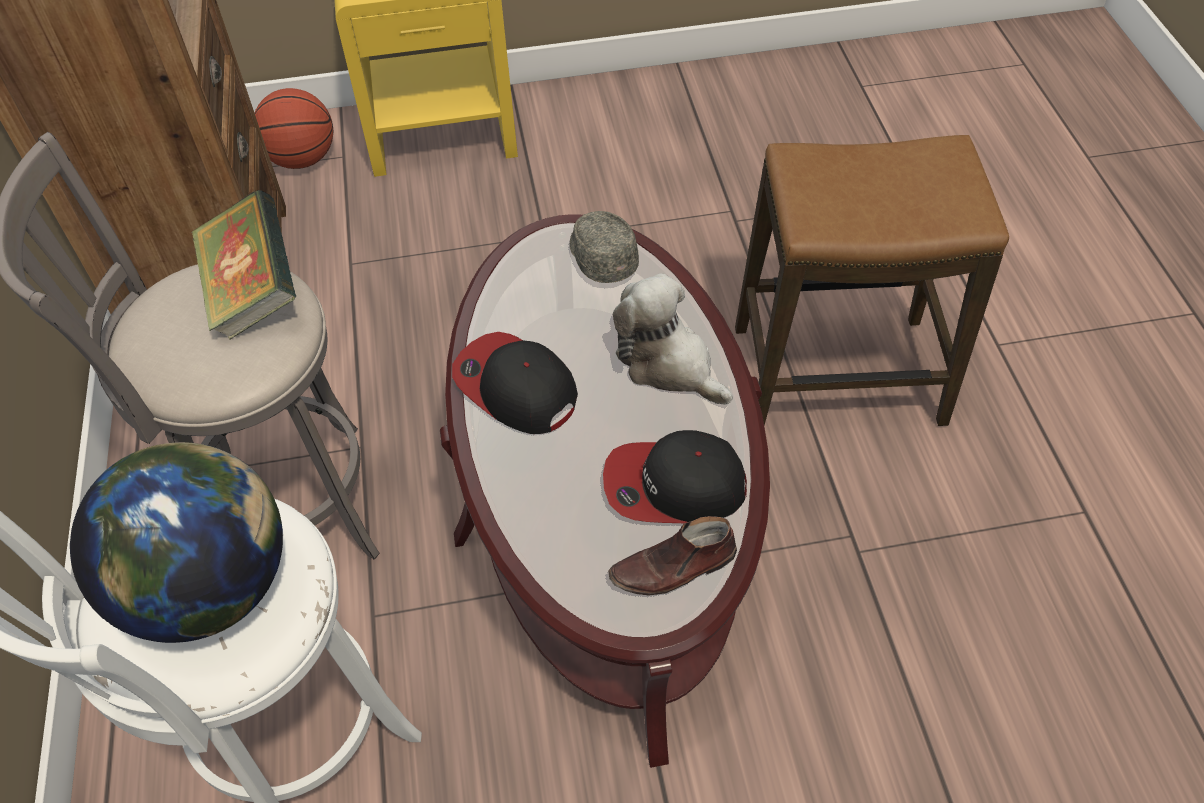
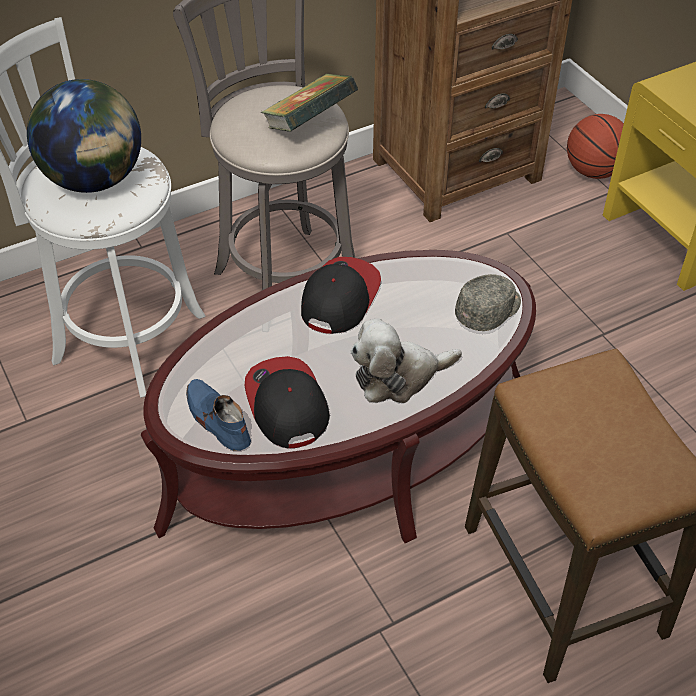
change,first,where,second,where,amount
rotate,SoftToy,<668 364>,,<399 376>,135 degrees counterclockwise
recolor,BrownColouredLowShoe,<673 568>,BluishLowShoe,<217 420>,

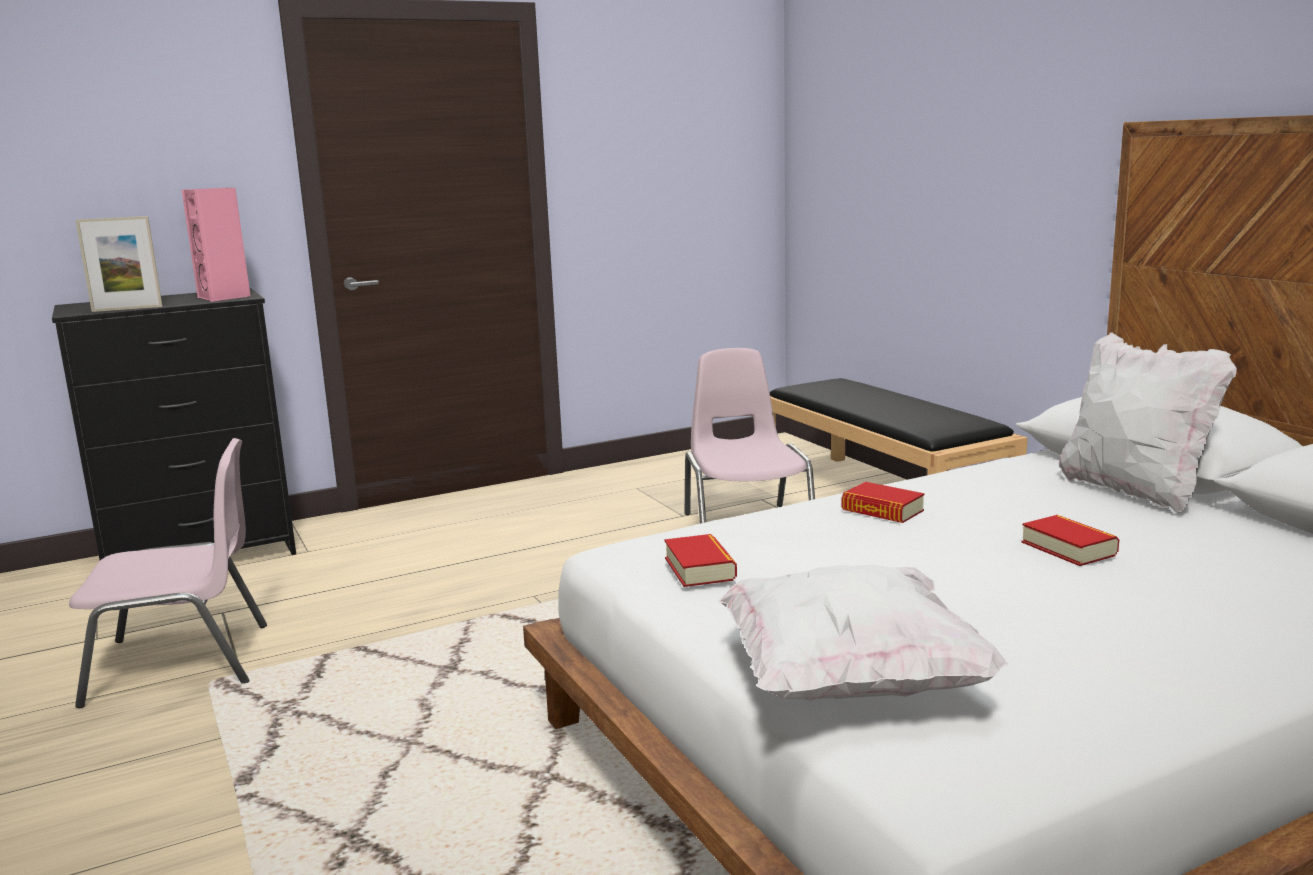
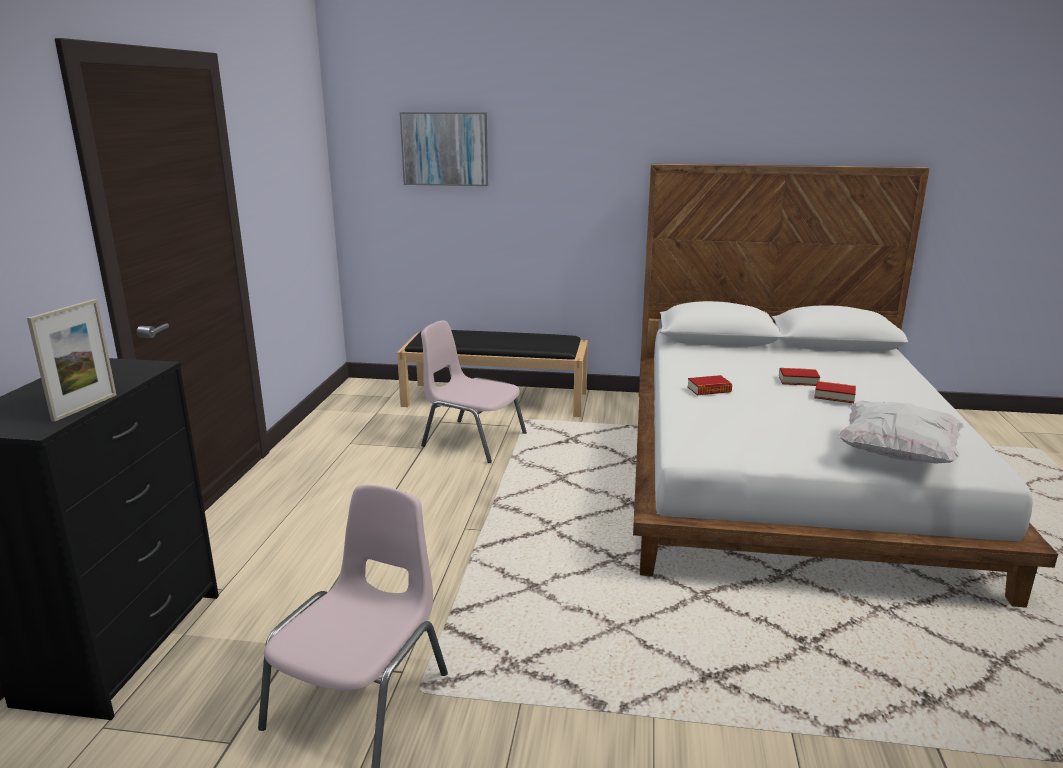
change,first,where,second,where,amount
delete,PinkishAudioSpeaker,<224 297>,,,
delete,WhiteCushion,<1134 491>,,,
move,BoundBook,<700 569>,,<834 396>,
insert,,,Picture,<445 149>,

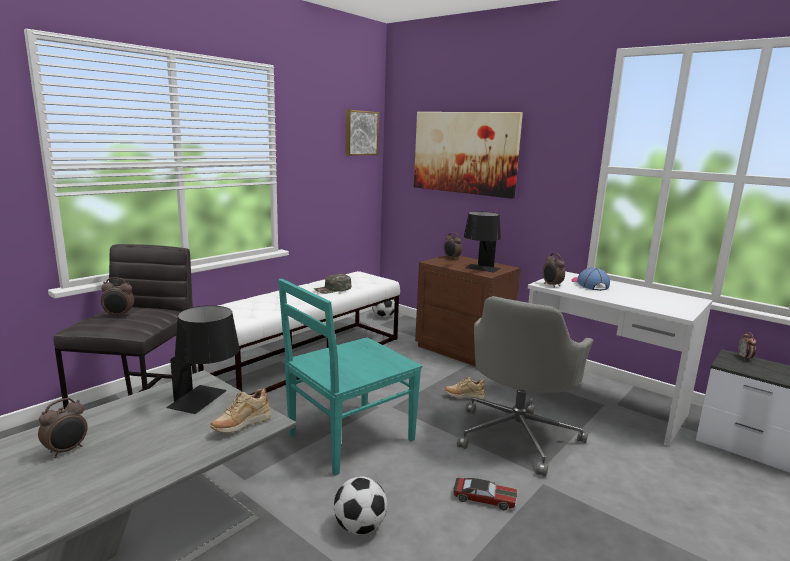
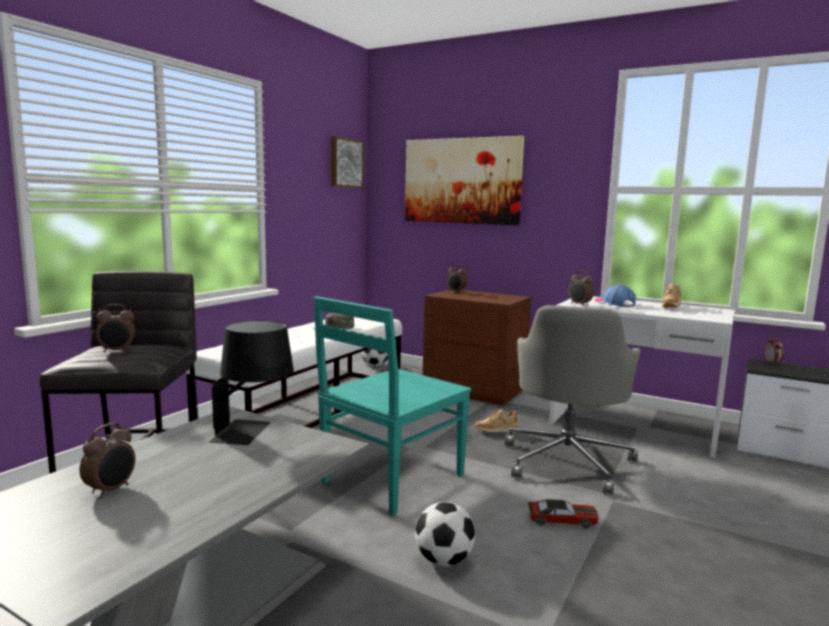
change,first,where,second,where,amount
delete,BlackishLampForATable,<480 269>,,,
move,BeigeLowShoe,<241 426>,,<670 307>,

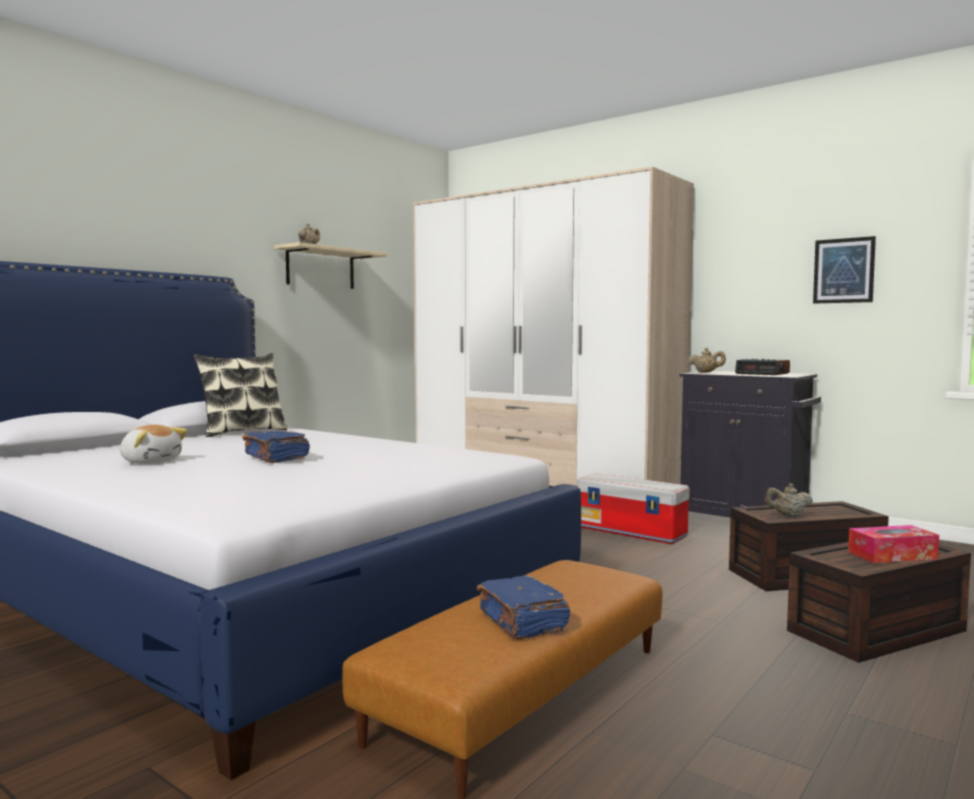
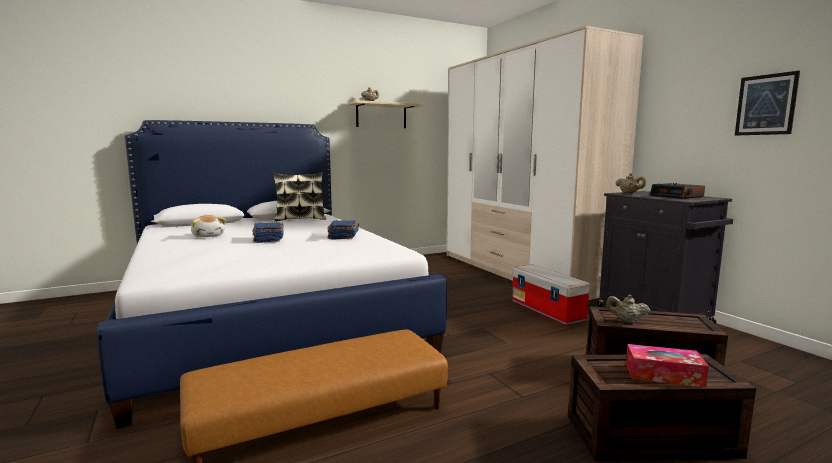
change,first,where,second,where,amount
move,BluishBoundBook,<522 622>,,<343 236>,

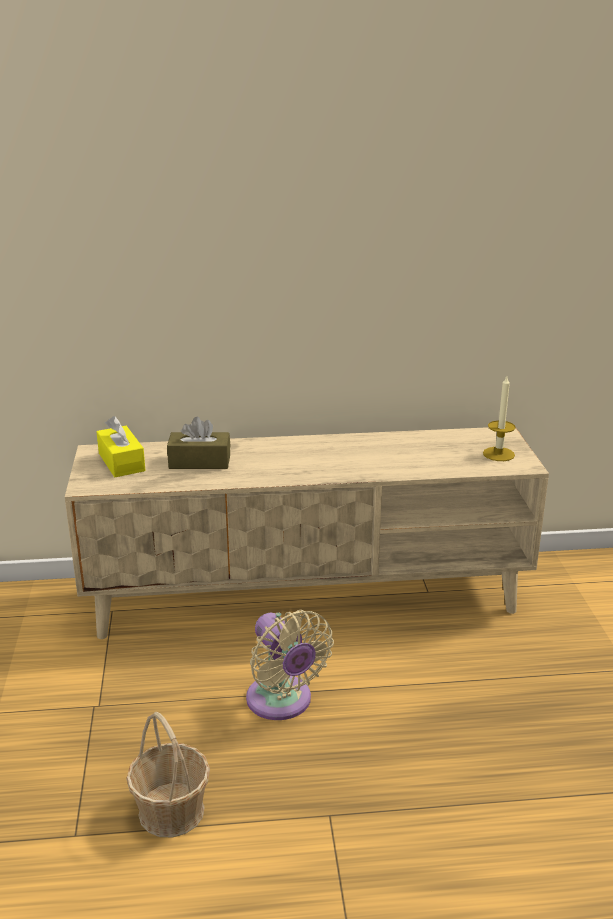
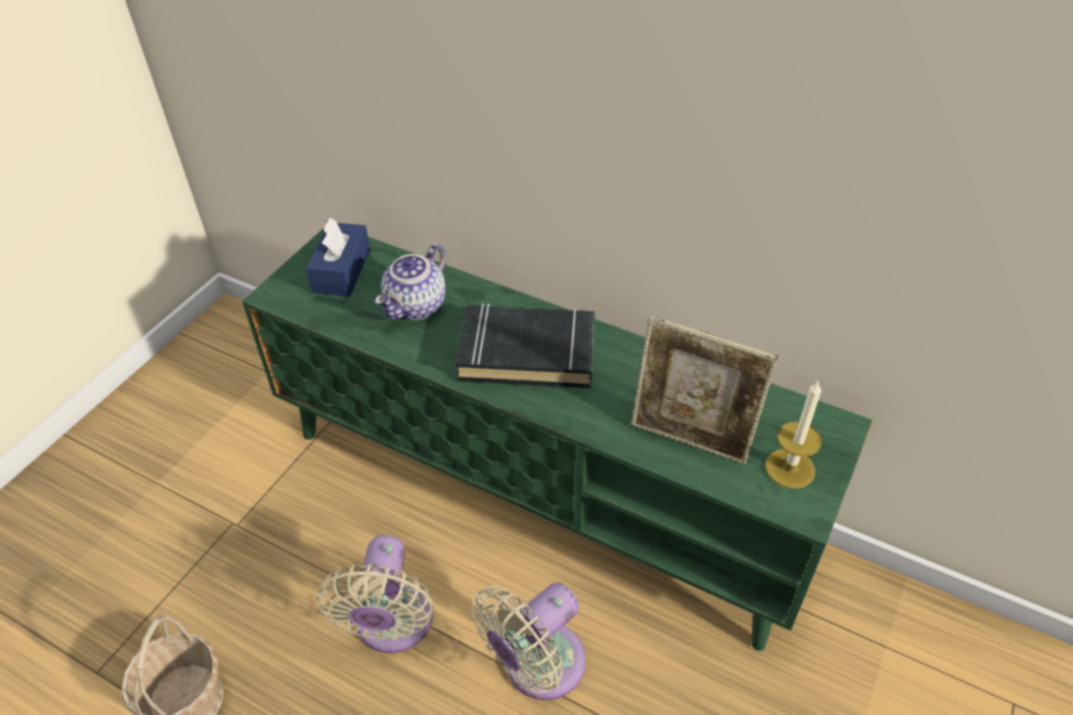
change,first,where,second,where,amount
recolor,YellowTissueBox,<121 462>,BluishTissueBox,<341 271>,
replace,BrownColouredTissueBox,<199 462>,PotForTea,<417 307>,
recolor,BeigeTvUnit,<308 597>,GreenishTvUnit,<541 490>,
insert,,,BlackishBoundBook,<527 353>,
insert,,,PictureFrame,<690 439>,
insert,,,BeigeCoolingFan,<537 667>,

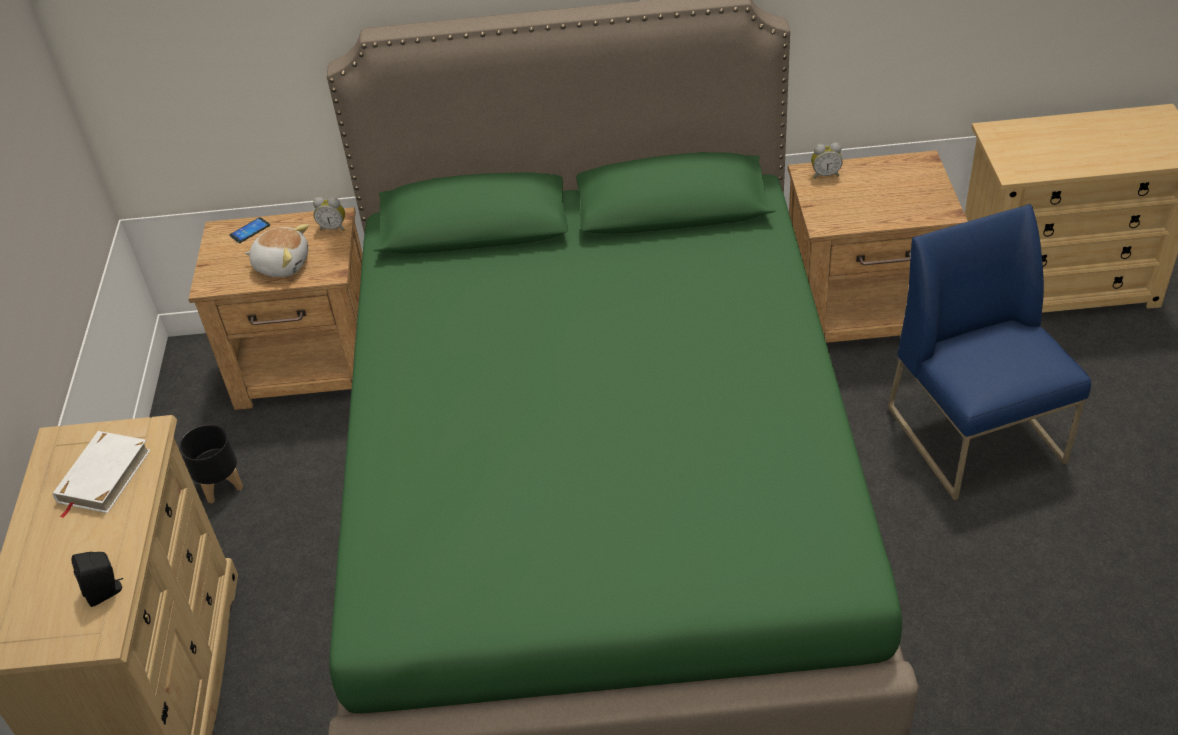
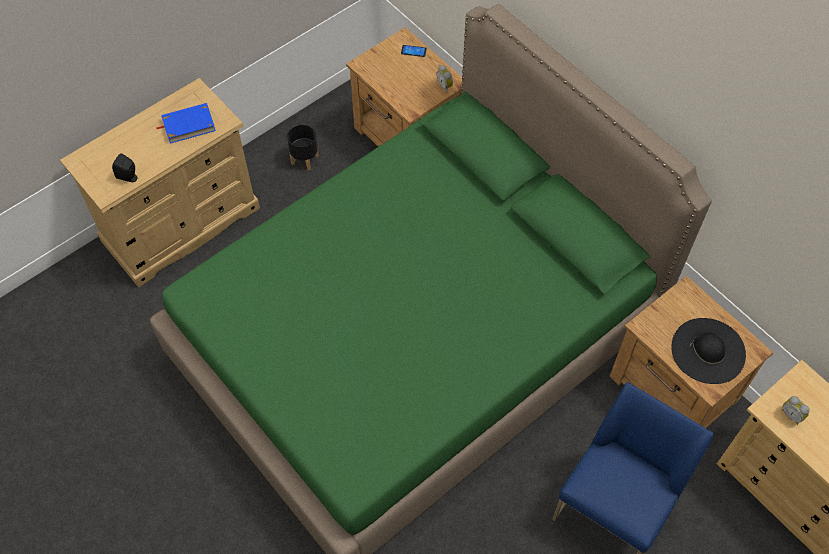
change,first,where,second,where,amount
move,BedsideClock,<825 174>,,<791 415>,
delete,SoftToy,<282 264>,,,
recolor,WhiteBoundBook,<103 476>,BluishBoundBook,<188 125>,
insert,,,BlackishWearableHat,<708 350>,

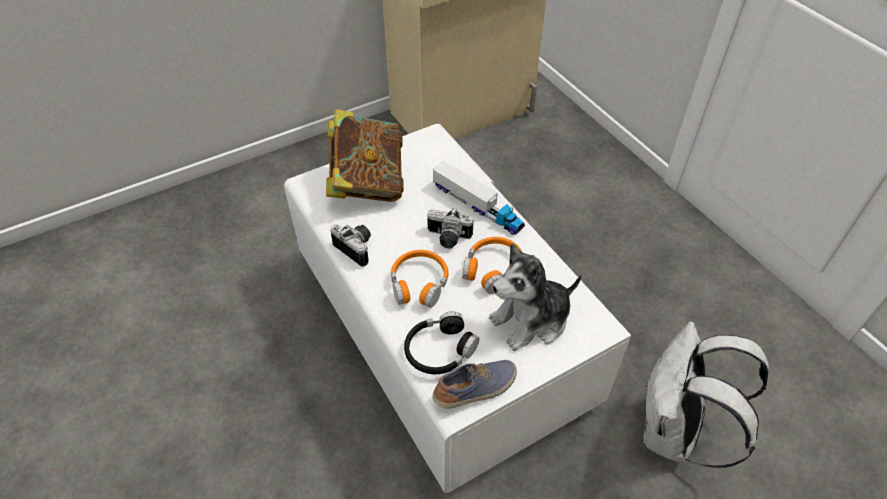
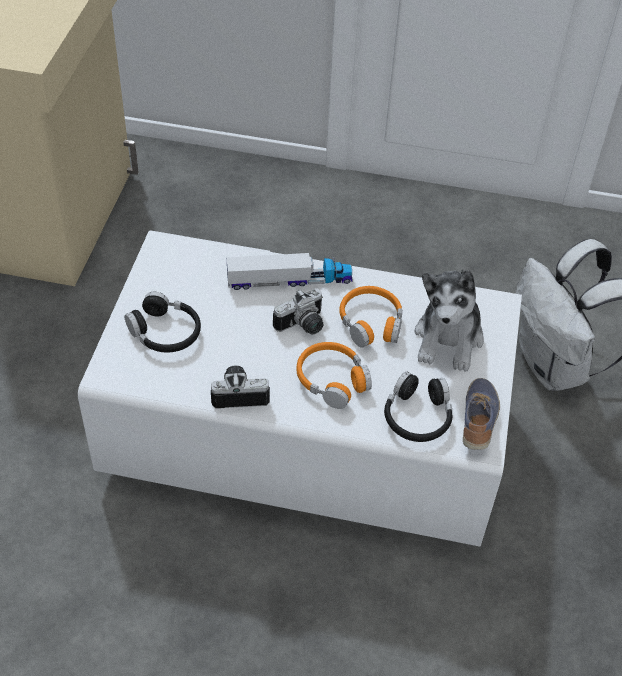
change,first,where,second,where,amount
replace,BoundBook,<367 183>,BlackishPairOfHeadphones,<165 332>,

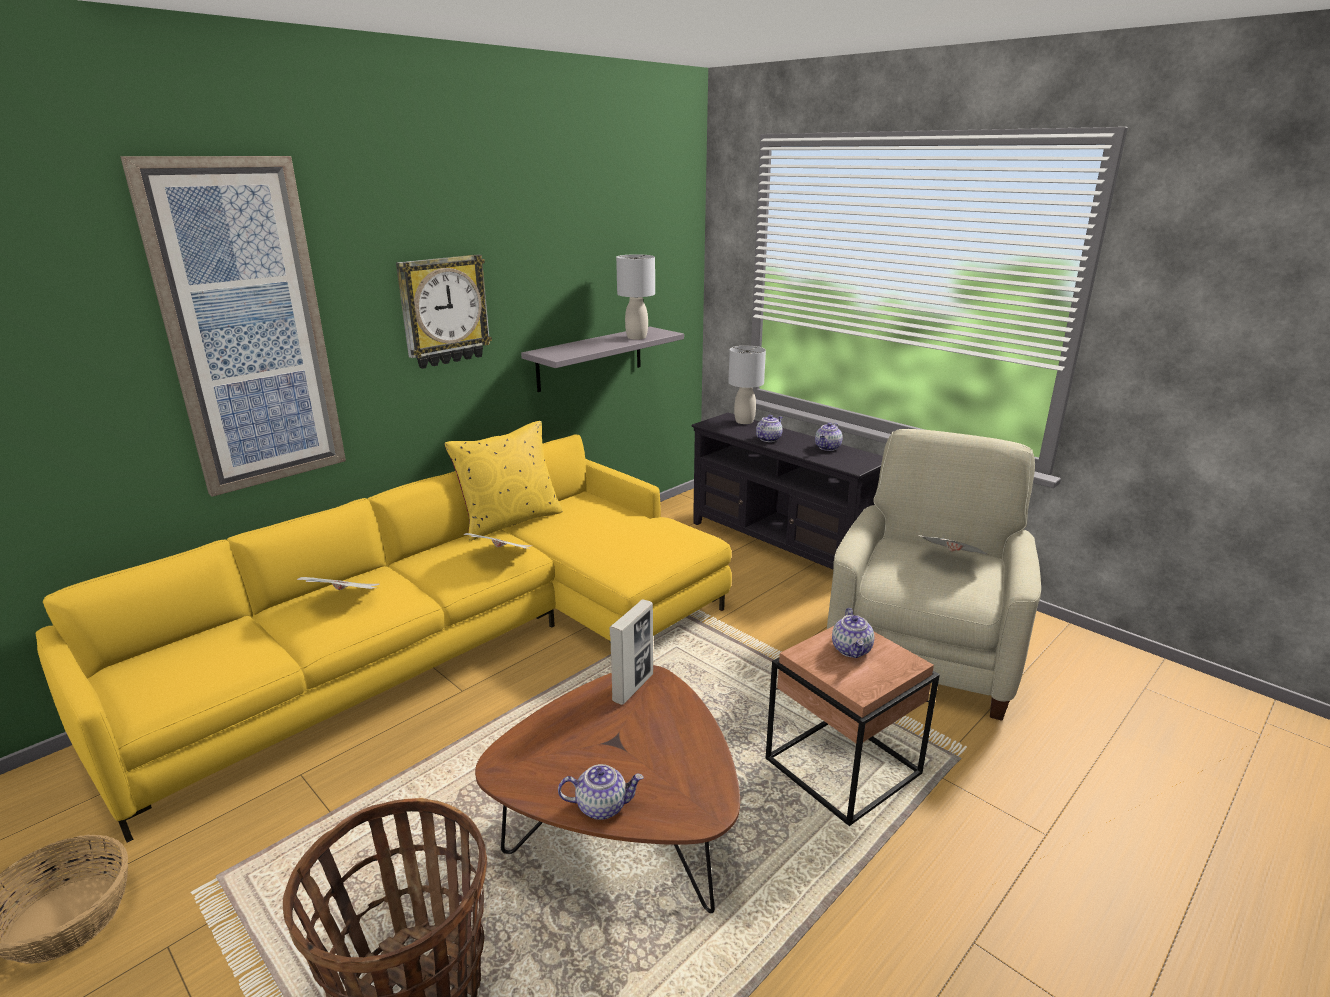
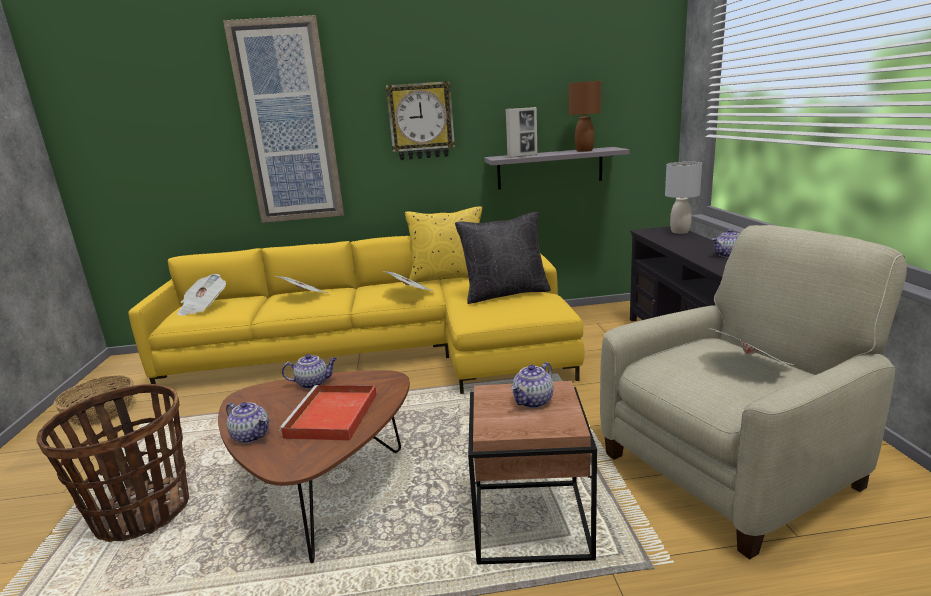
change,first,where,second,where,amount
recolor,GreyLampForATable,<636 337>,BrownColouredLampForATable,<584 151>,
move,PotForTea,<768 439>,,<313 383>,
move,PictureFrame,<633 687>,,<522 156>,
insert,,,BlackishCushion,<505 293>,
insert,,,DailyPaper,<203 307>,
insert,,,RedColouredServingTray,<332 416>,

